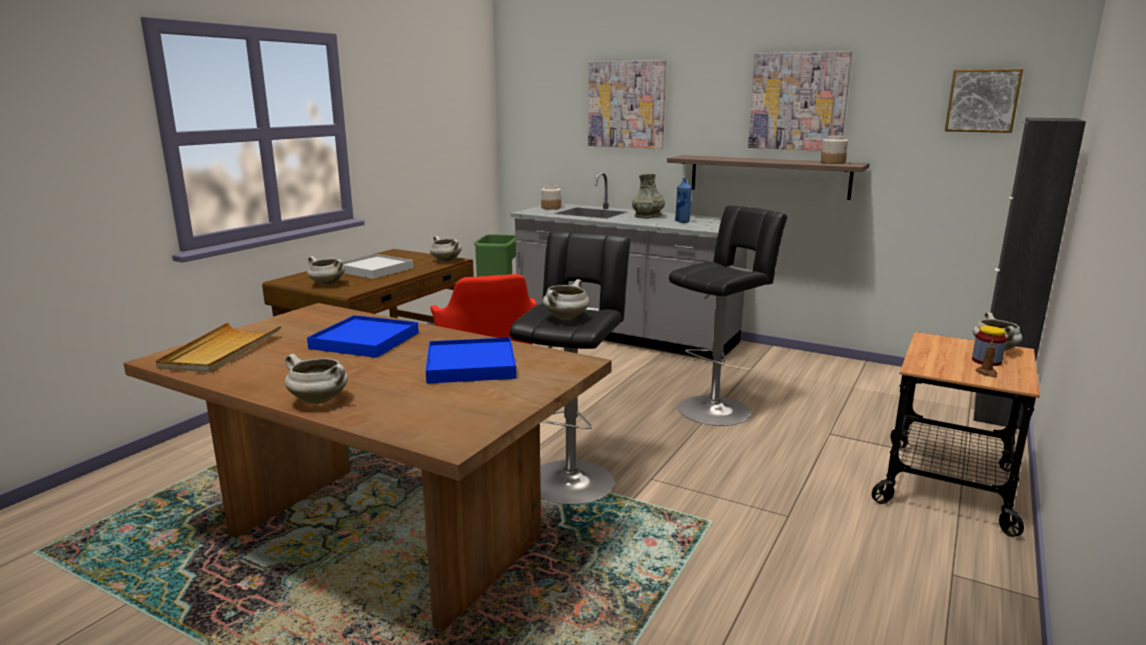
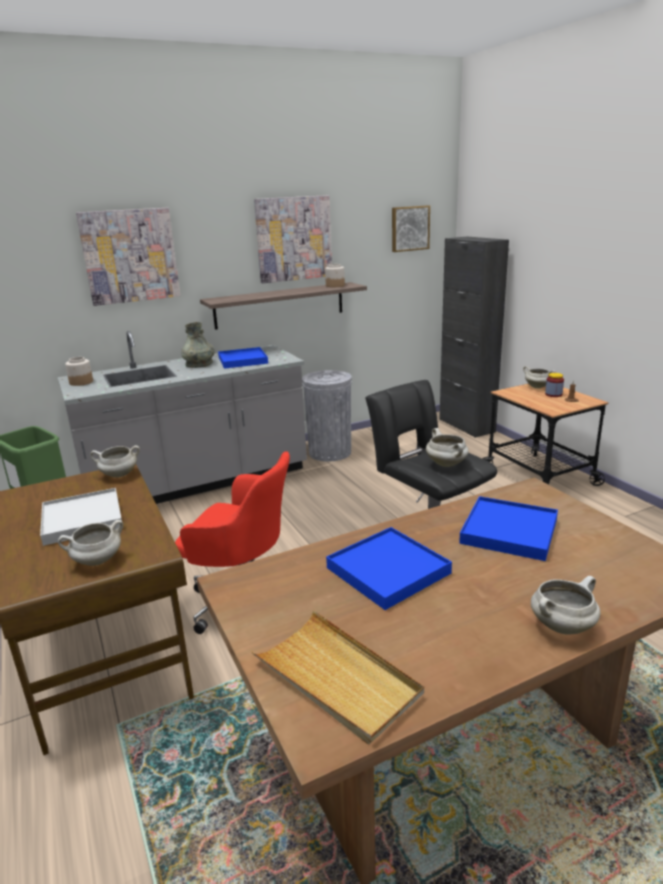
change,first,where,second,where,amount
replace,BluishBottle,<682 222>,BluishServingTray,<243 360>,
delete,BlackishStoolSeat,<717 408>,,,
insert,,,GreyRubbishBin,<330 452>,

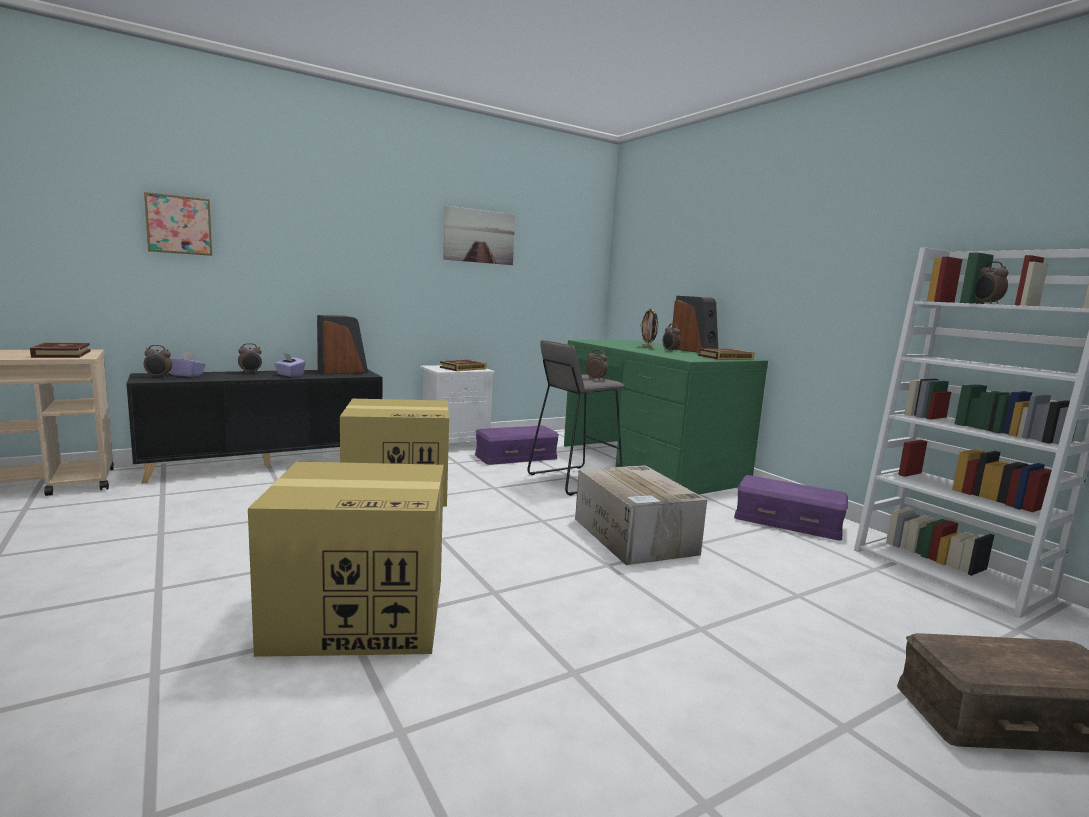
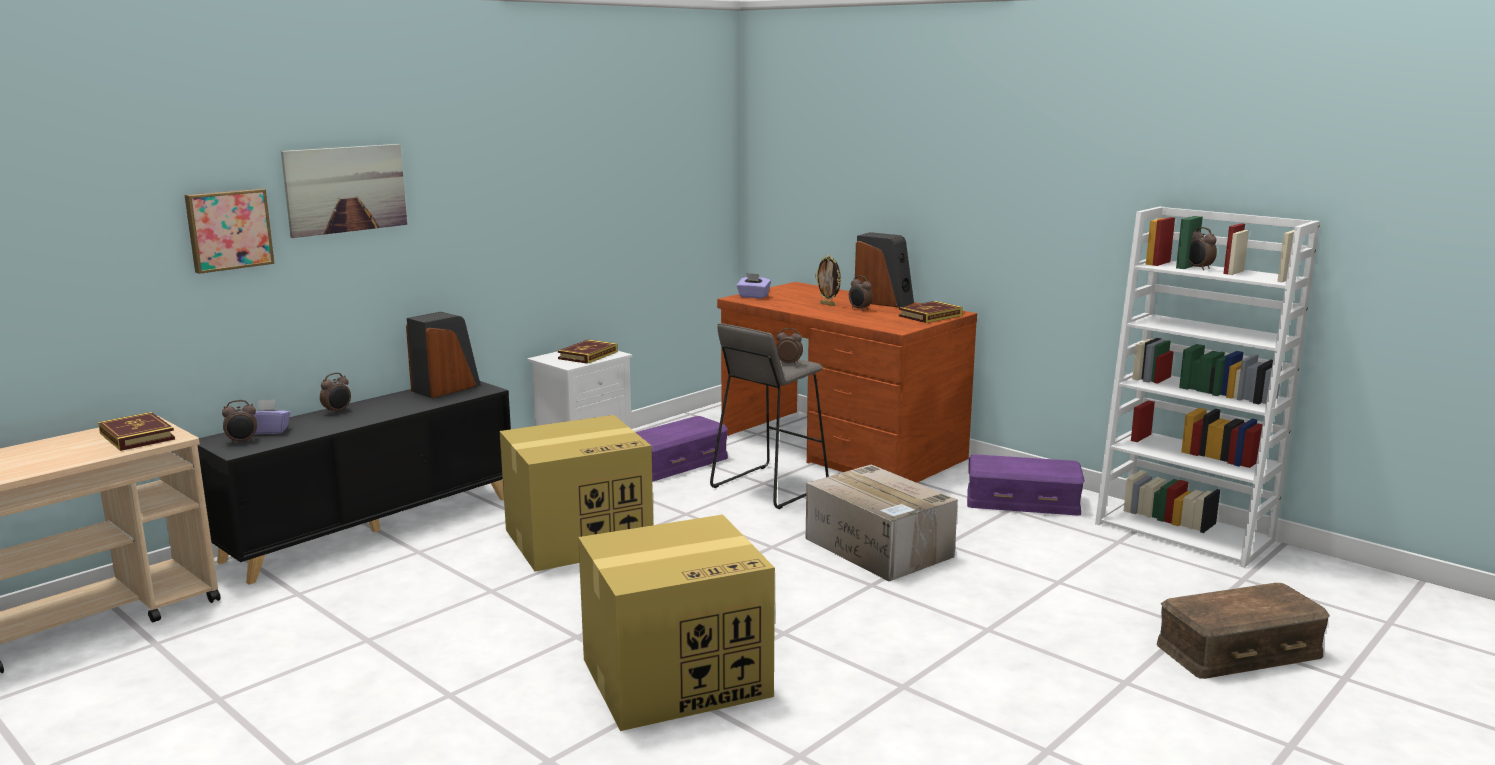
change,first,where,second,where,amount
move,Picture,<479 236>,,<346 189>,
recolor,GreenishDeskTable,<649 464>,BrownColouredDeskTable,<840 448>,
move,PurpleColouredTissueBox,<289 375>,,<753 296>,

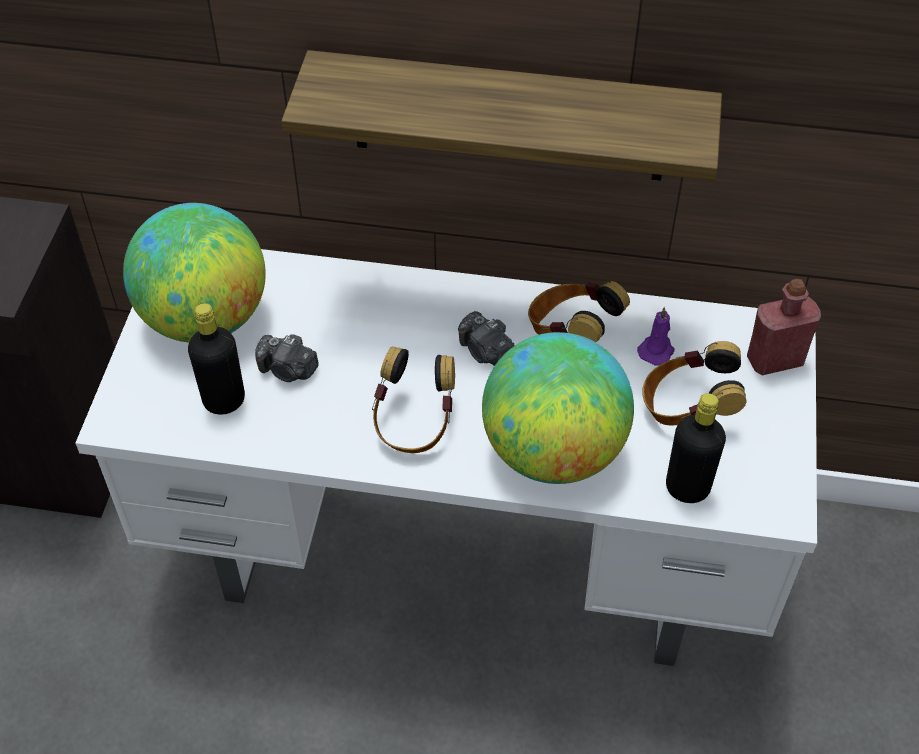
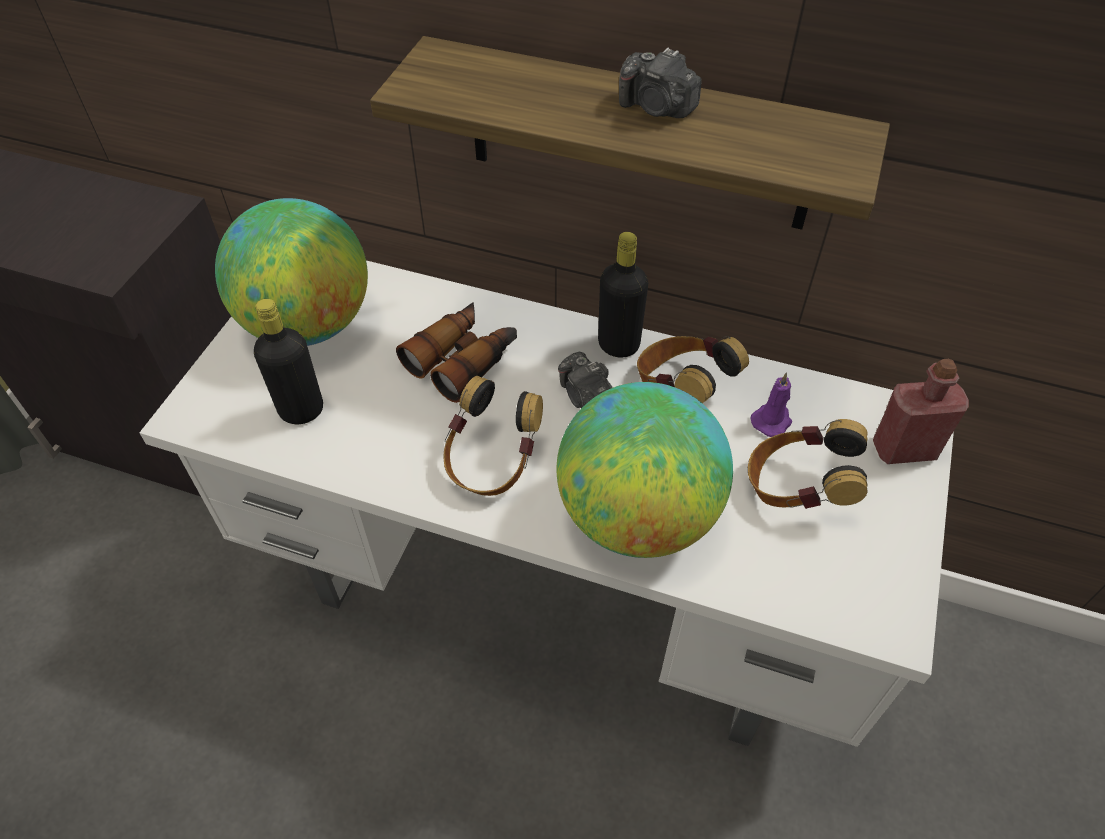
change,first,where,second,where,amount
move,PhotoCamera,<288 370>,,<657 108>,
move,BlackishBottle,<687 488>,,<618 345>,
insert,,,Binoculars,<463 359>,

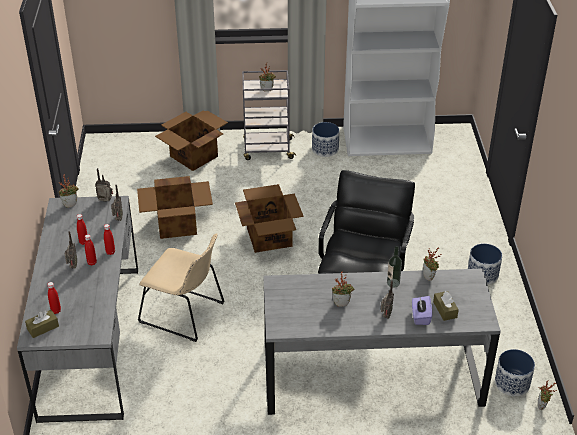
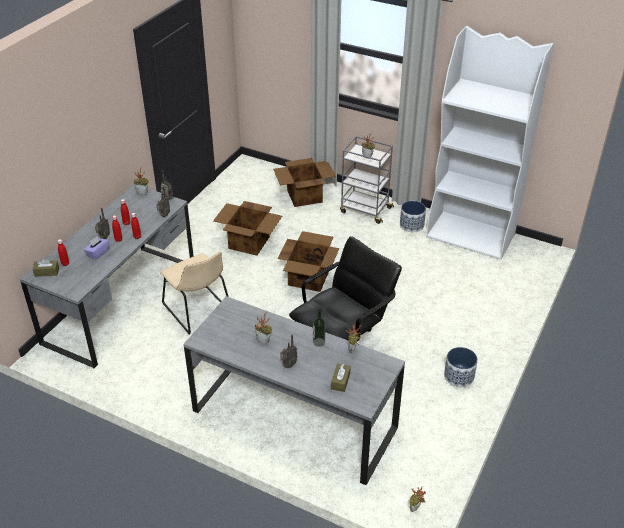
change,first,where,second,where,amount
move,PurpleColouredTissueBox,<420 316>,,<98 253>,
delete,PlantPot,<512 383>,,,

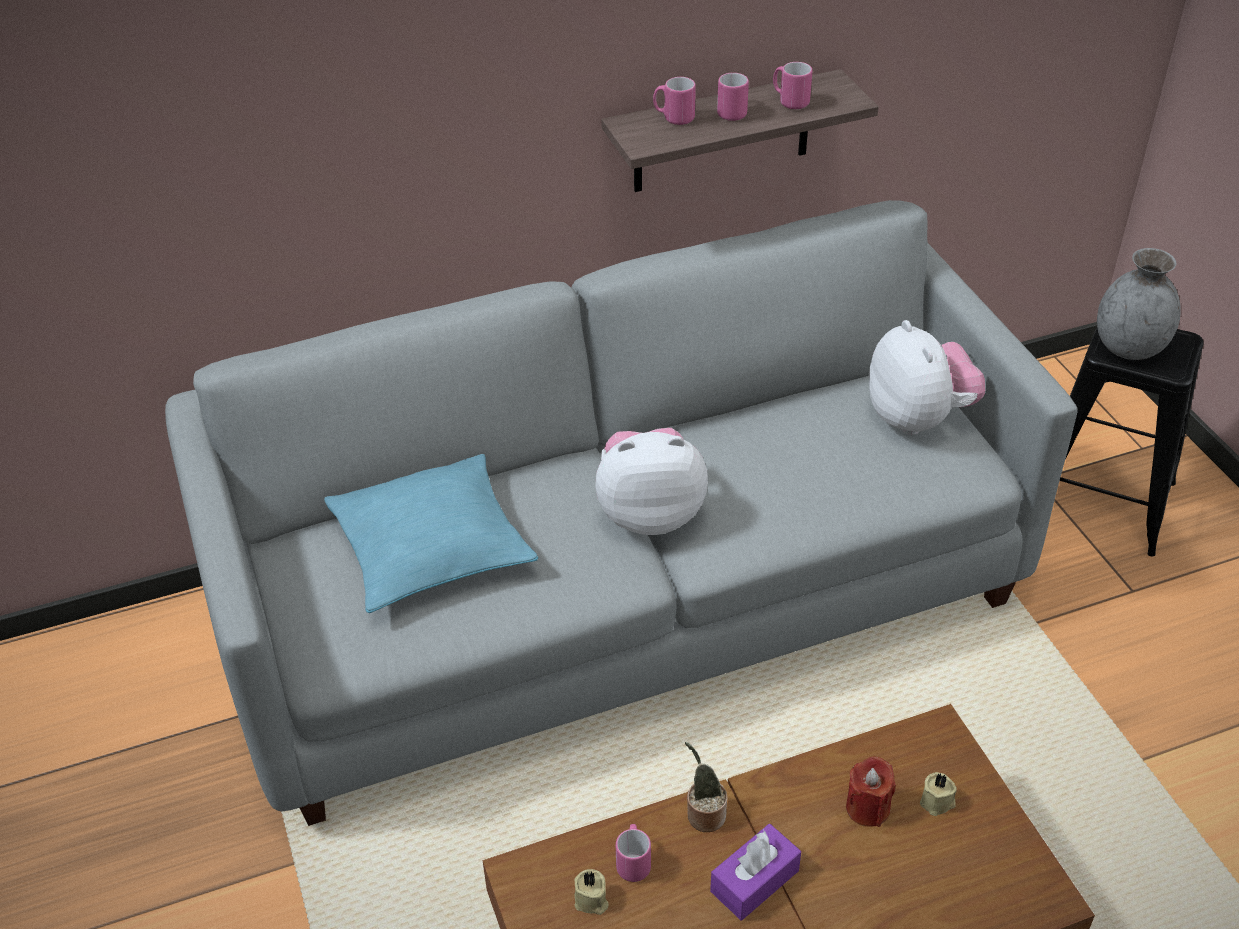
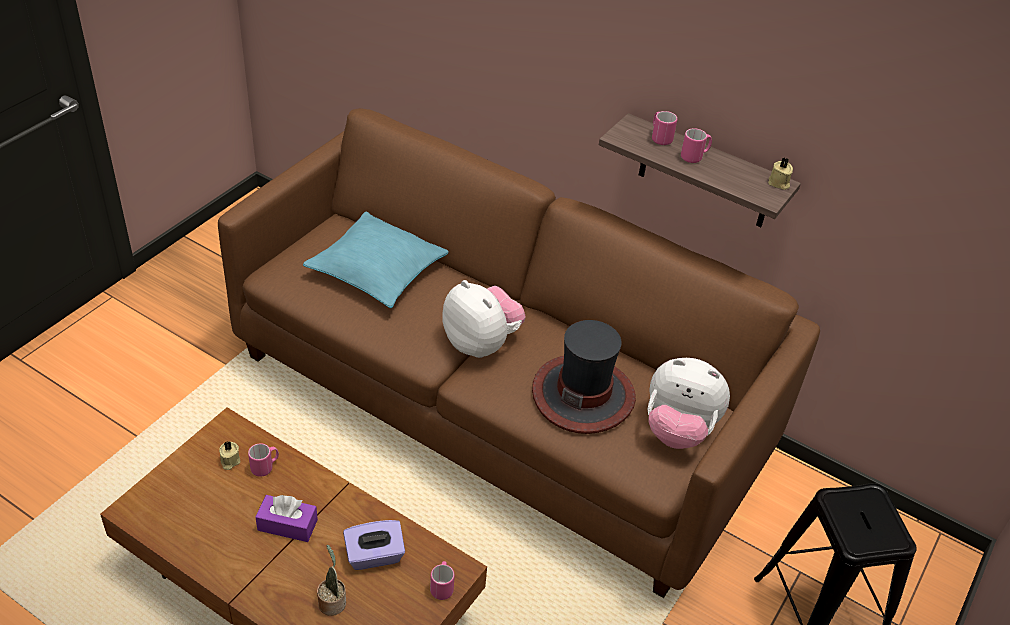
change,first,where,second,where,amount
move,PinkishMug,<789 101>,,<442 586>,
recolor,GreyCouch,<623 600>,BrownColouredCouch,<498 405>,
delete,GreyFlowerVase,<1129 347>,,,
rotate,SoftToy,<918 418>,,<678 430>,75 degrees clockwise
move,PlantInAPot,<703 814>,,<332 601>,
replace,RedColouredCandle,<867 808>,PurpleColouredTissueBox,<374 556>,
move,BeigeCandle,<937 802>,,<779 183>,
insert,,,WearableHat,<583 394>,

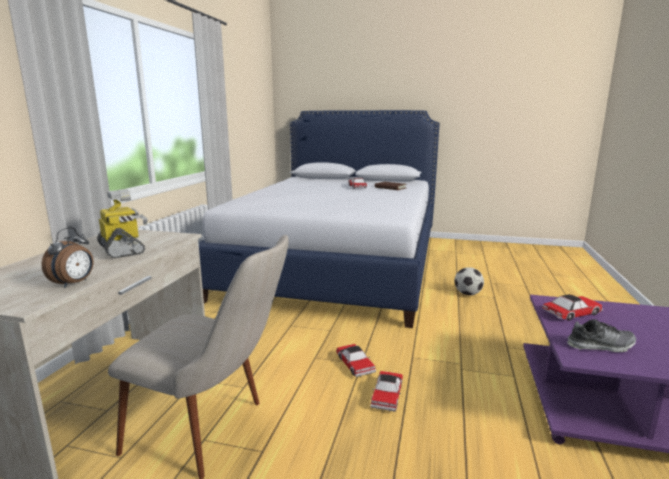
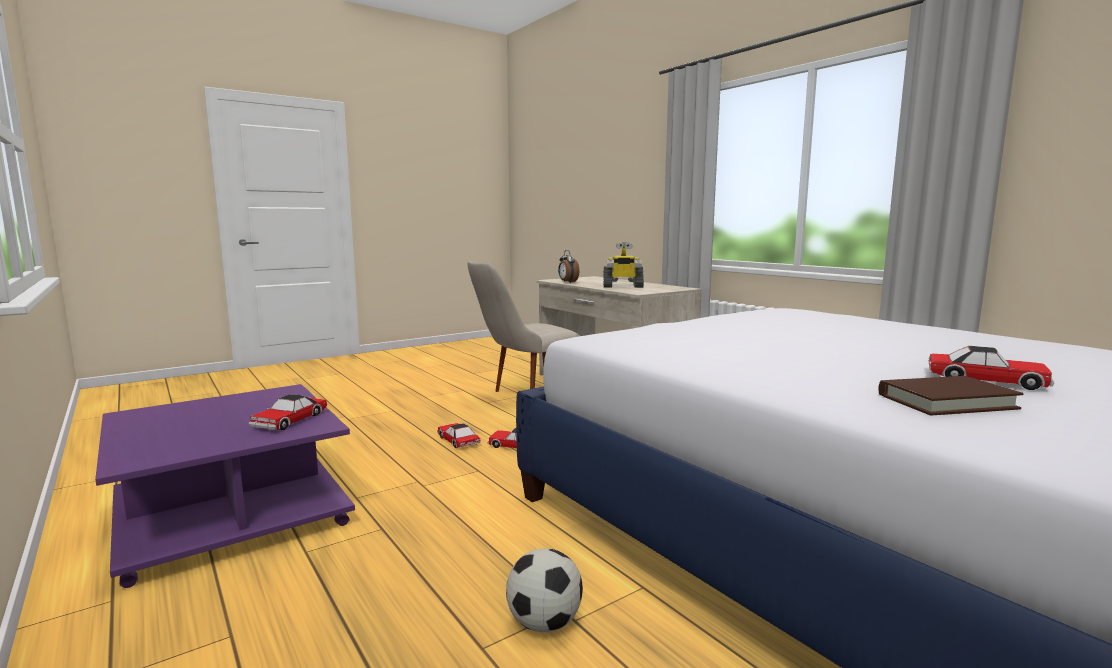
change,first,where,second,where,amount
delete,LowShoe,<600 346>,,,

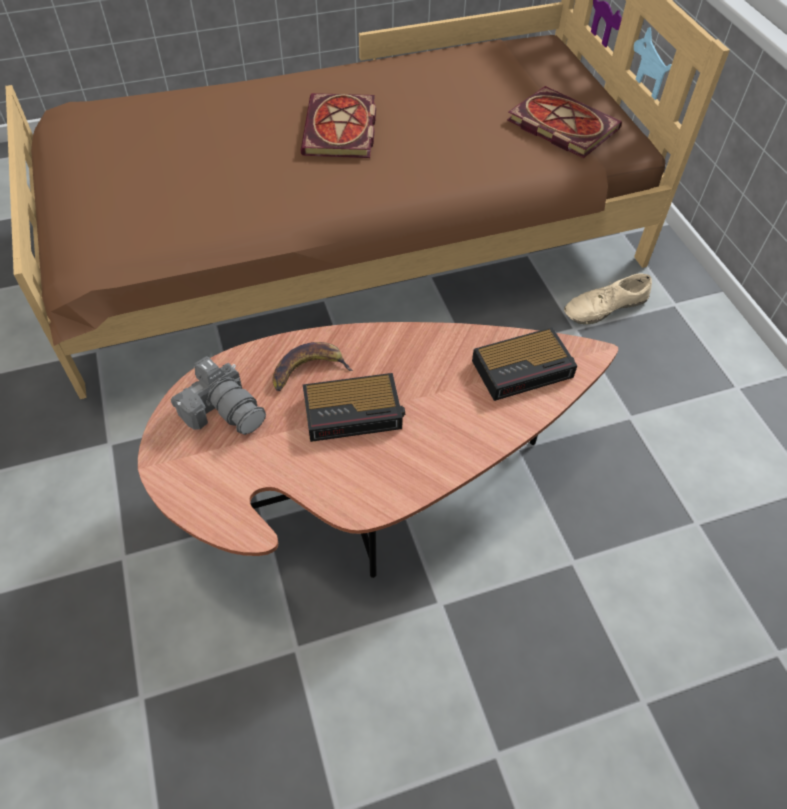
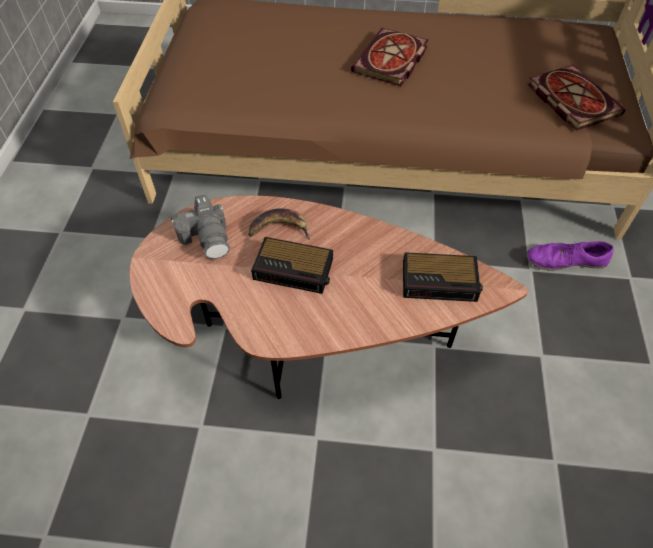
change,first,where,second,where,amount
recolor,BeigeLowShoe,<604 307>,PurpleColouredLowShoe,<565 260>,

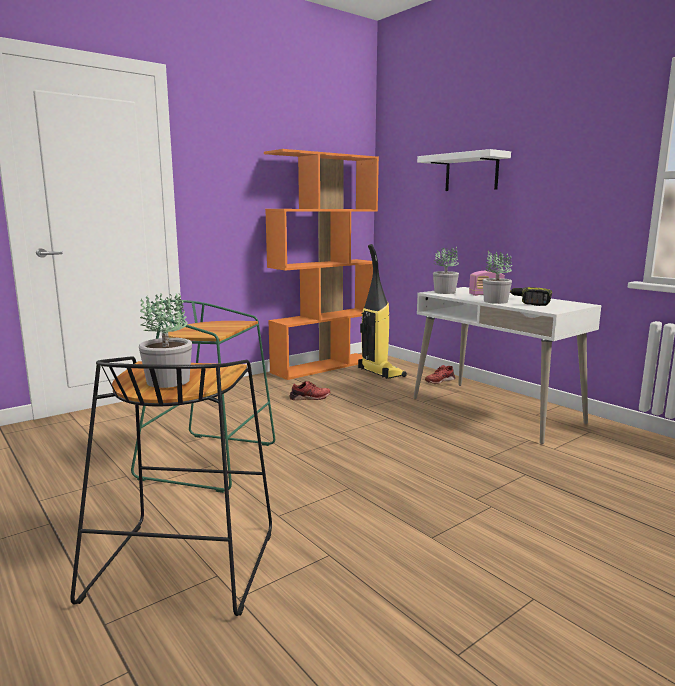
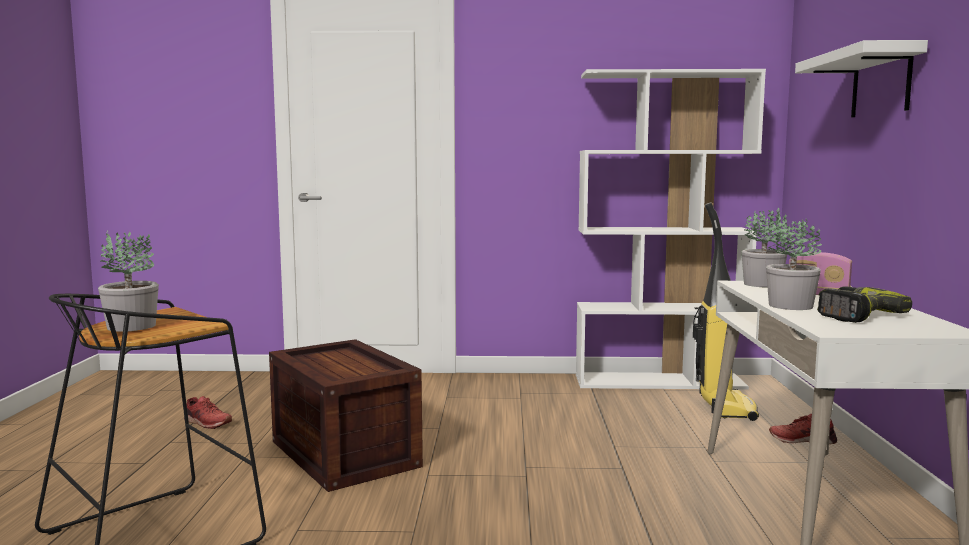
change,first,where,second,where,amount
recolor,OrangeColouredBookcase,<324 366>,WhiteBookcase,<660 381>,
replace,GreenishStoolSeat,<211 461>,Crate,<343 453>,
move,RedColouredLowShoe,<310 397>,,<206 422>,

